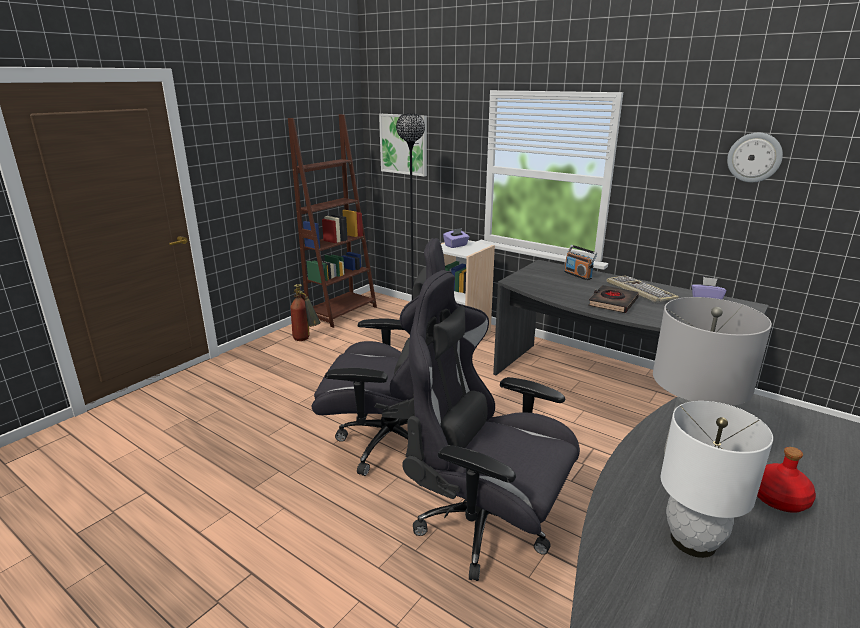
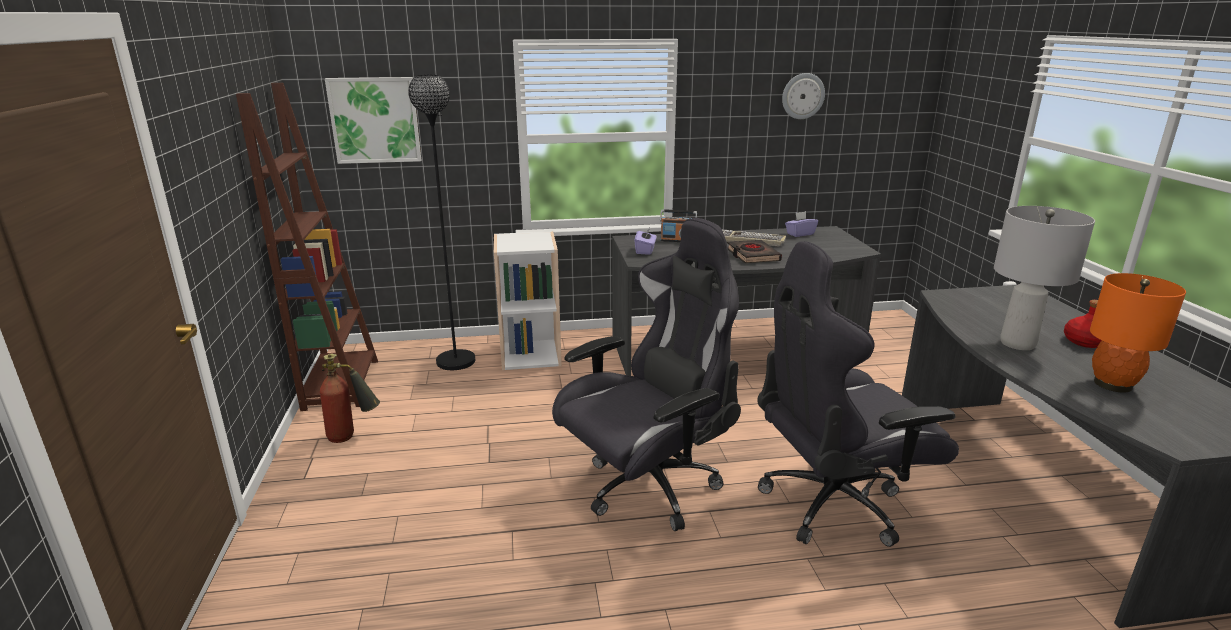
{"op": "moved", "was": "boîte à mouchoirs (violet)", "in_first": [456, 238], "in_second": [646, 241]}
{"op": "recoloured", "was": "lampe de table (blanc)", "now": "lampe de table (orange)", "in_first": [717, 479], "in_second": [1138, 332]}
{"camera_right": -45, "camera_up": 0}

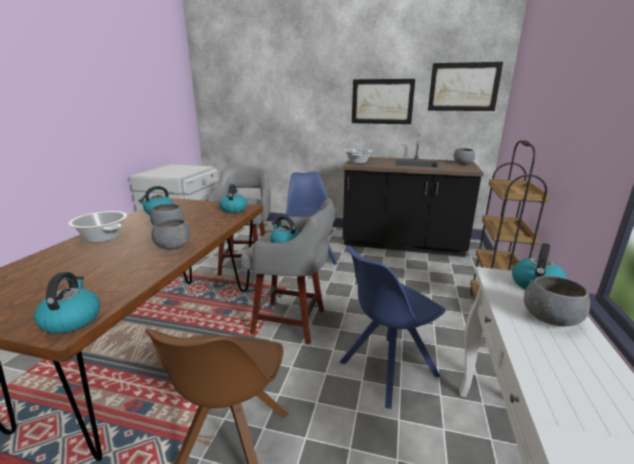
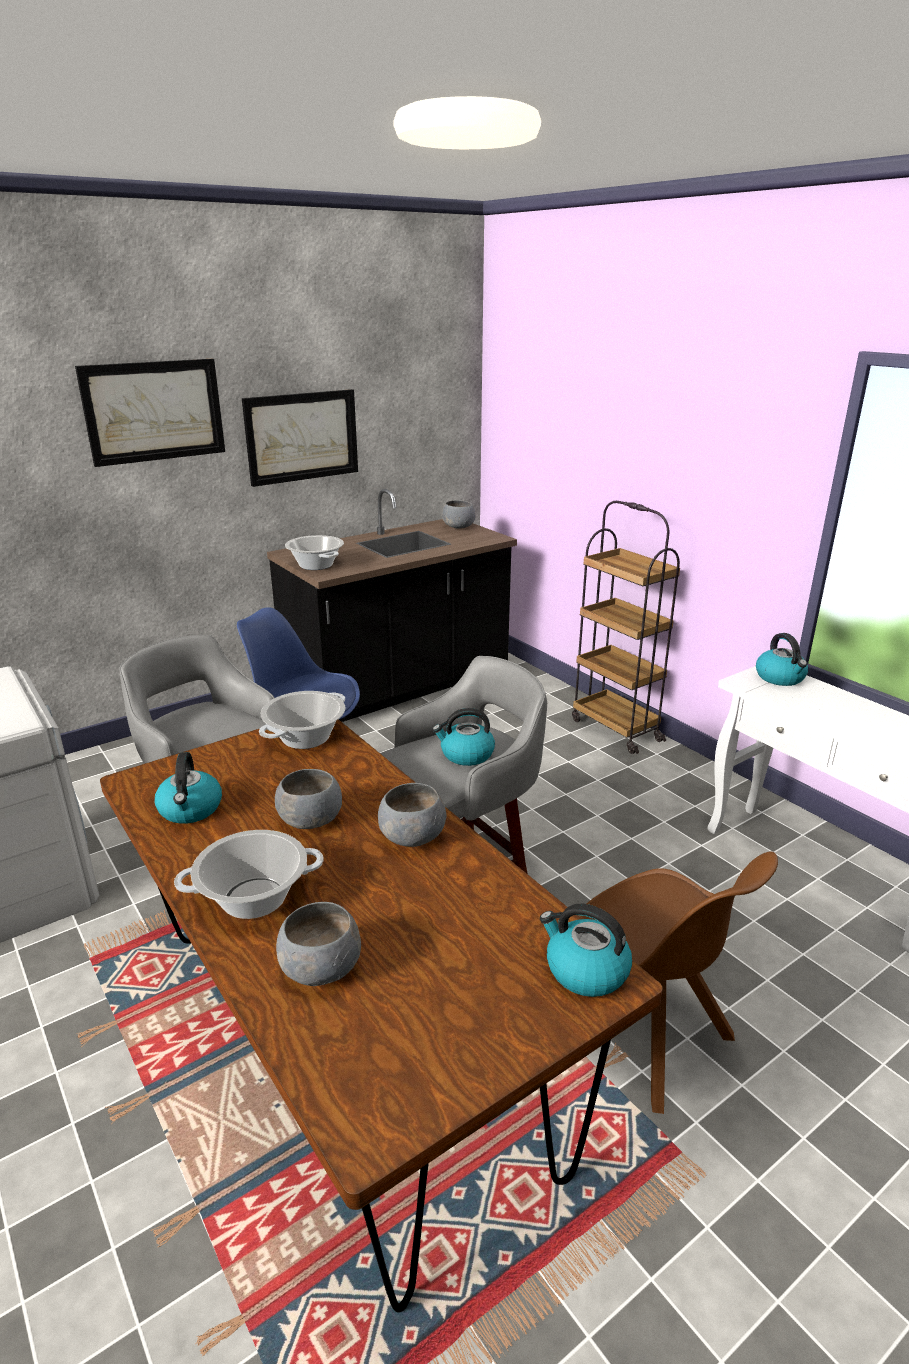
{"op": "moved", "was": "tableau", "in_first": [465, 86], "in_second": [150, 413]}
{"op": "replaced", "was": "bouilloire", "now": "marmite", "in_first": [233, 198], "in_second": [302, 720]}
{"op": "moved", "was": "bol (gris)", "in_first": [557, 301], "in_second": [318, 944]}
{"op": "removed", "was": "chaise (bleu)", "in_first": [393, 327]}
{"camera_right": -50, "camera_up": 5}

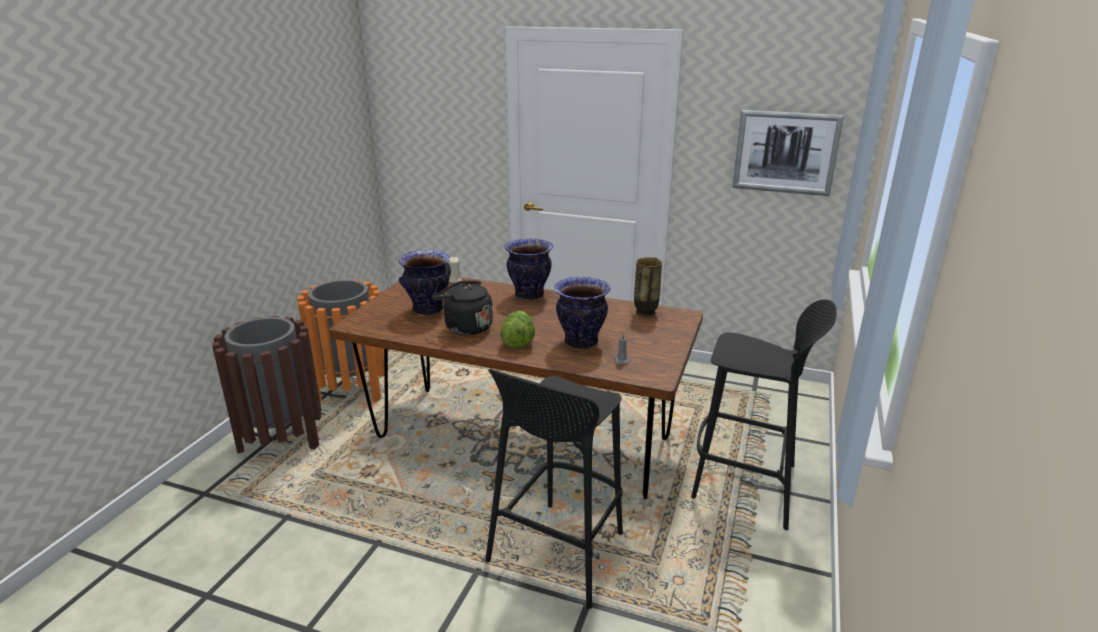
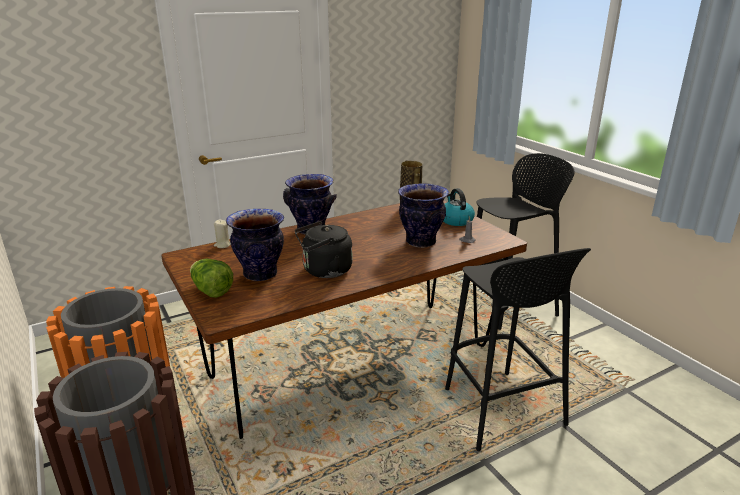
{"op": "moved", "was": "laitue", "in_first": [517, 330], "in_second": [211, 278]}
{"op": "added", "now": "bouilloire", "in_second": [459, 207]}
{"op": "removed", "was": "tableau", "in_first": [788, 153]}
{"camera_right": -50, "camera_up": 0}

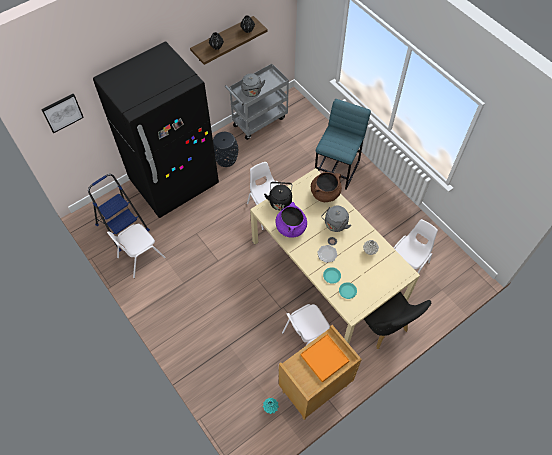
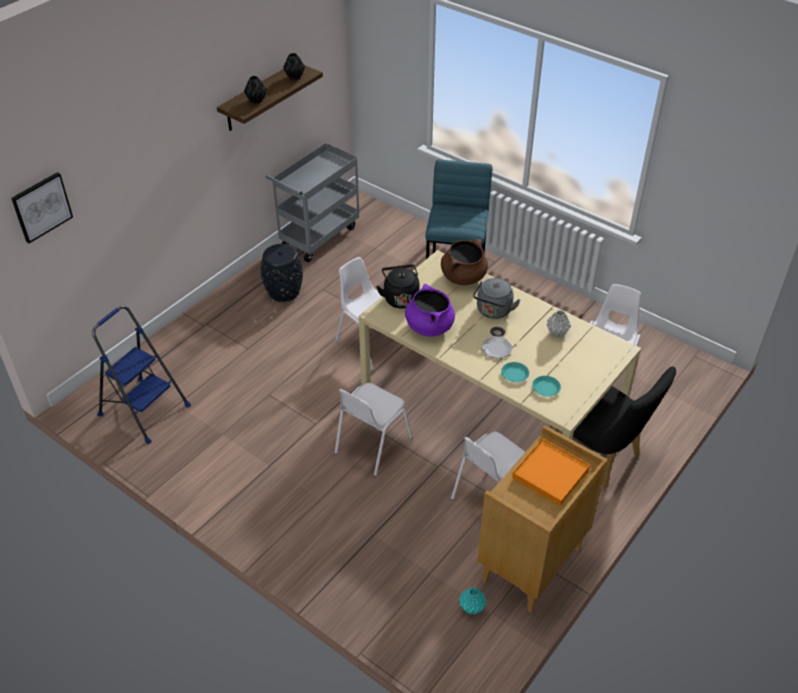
{"op": "moved", "was": "chaise (blanc)", "in_first": [136, 251], "in_second": [374, 429]}
{"op": "removed", "was": "réfrigérateur (noir)", "in_first": [156, 130]}
{"op": "removed", "was": "bouilloire (gris)", "in_first": [253, 85]}
{"camera_right": -15, "camera_up": -15}

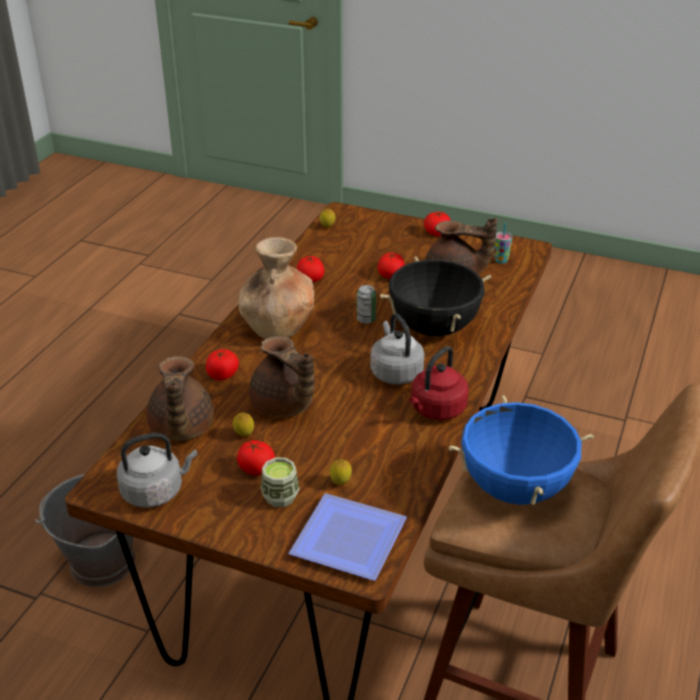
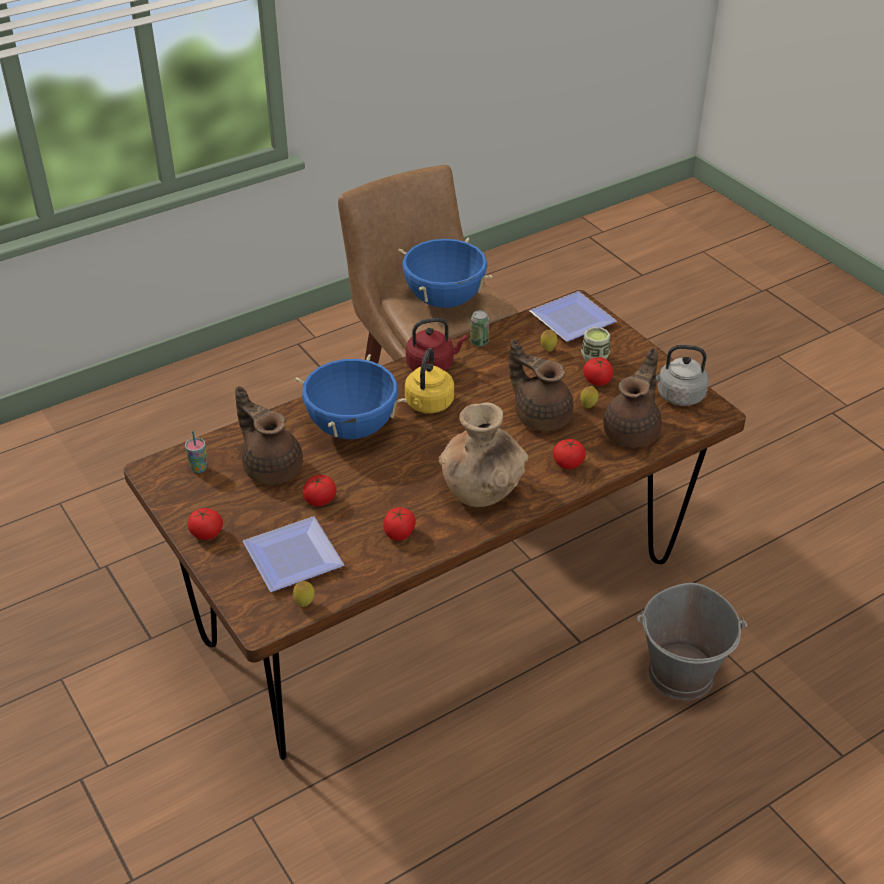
{"op": "added", "now": "assiette", "in_second": [293, 554]}
{"op": "recoloured", "was": "marmite (noir)", "now": "marmite (bleu)", "in_first": [436, 296], "in_second": [350, 396]}
{"op": "recoloured", "was": "bouilloire (gris)", "now": "bouilloire (jaune)", "in_first": [397, 349], "in_second": [429, 380]}
{"op": "moved", "was": "boîte métallique", "in_first": [366, 304], "in_second": [479, 328]}
{"op": "turned", "was": "théière (marron)", "in_first": [281, 376], "in_second": [541, 385], "clockwise": -45}
{"camera_right": -145, "camera_up": 5}

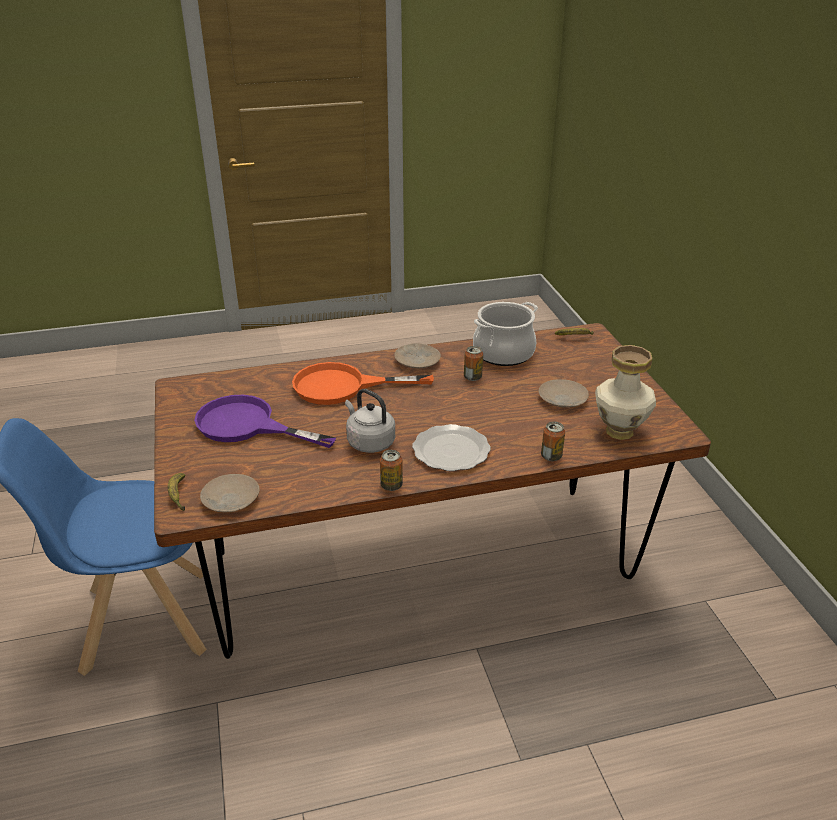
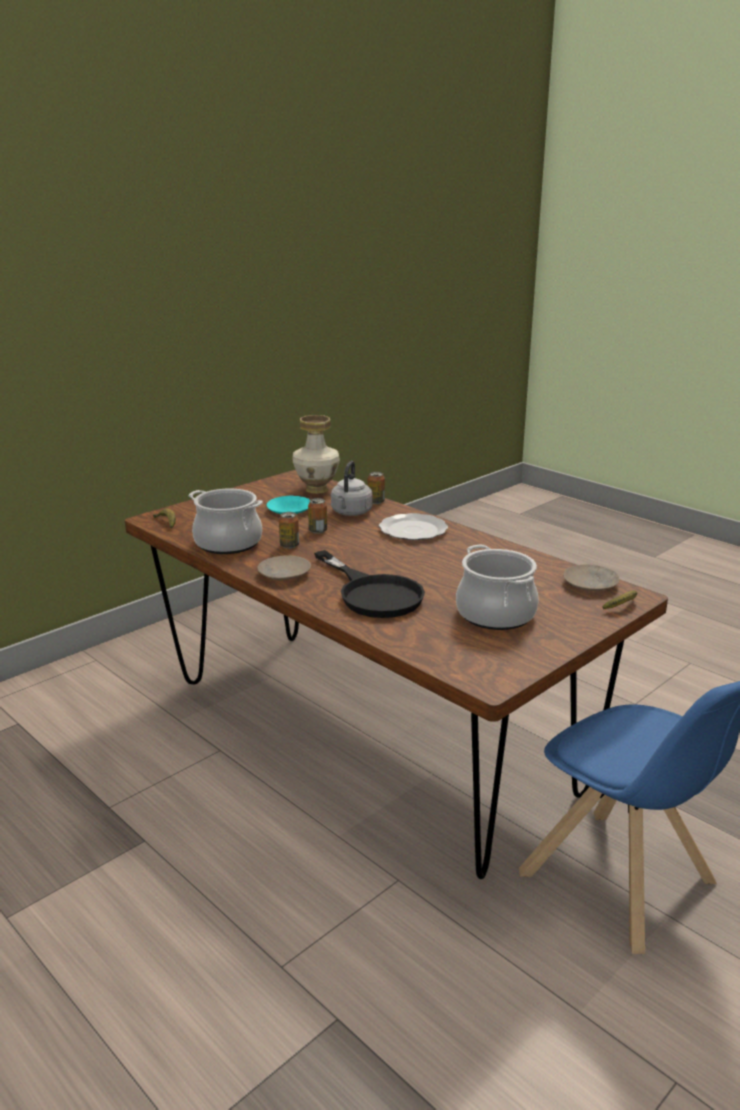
{"op": "recoloured", "was": "assiette (beige)", "now": "assiette (turquoise)", "in_first": [564, 393], "in_second": [288, 505]}
{"op": "moved", "was": "boîte métallique", "in_first": [391, 470], "in_second": [317, 516]}
{"op": "recoloured", "was": "poêle (orange)", "now": "poêle (noir)", "in_first": [363, 383], "in_second": [369, 584]}
{"op": "moved", "was": "bouilloire (gris)", "in_first": [370, 421], "in_second": [352, 488]}
{"op": "replaced", "was": "poêle (violet)", "now": "marmite", "in_first": [265, 421], "in_second": [497, 587]}
{"camera_right": -120, "camera_up": -10}

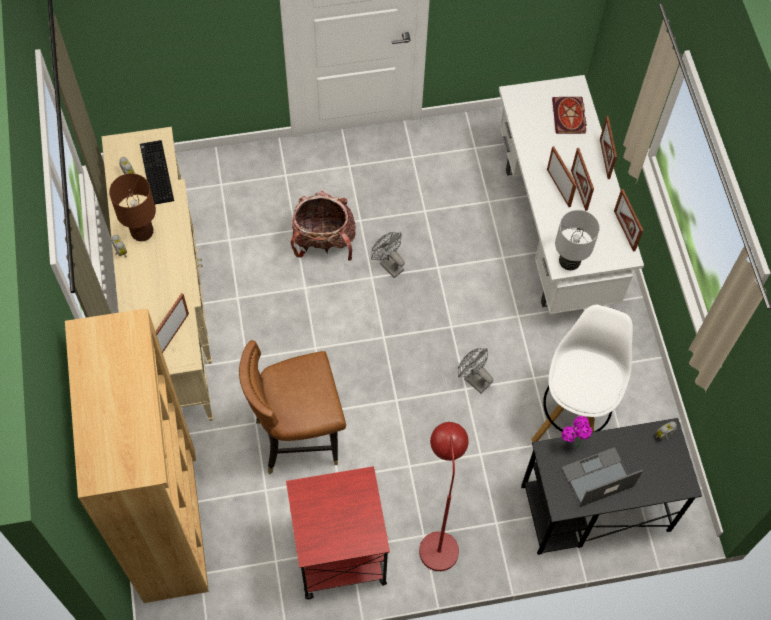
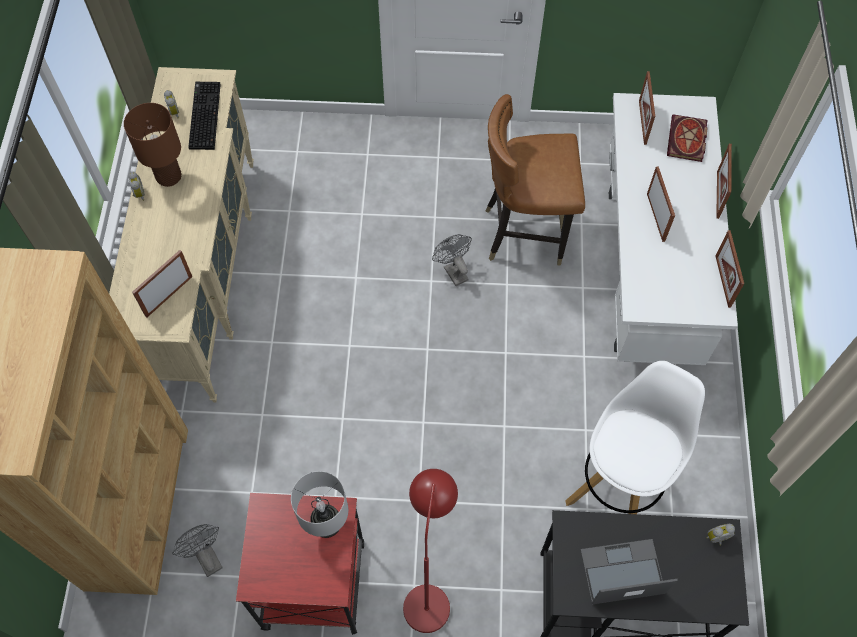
{"op": "moved", "was": "ventilateur (gris)", "in_first": [476, 371], "in_second": [197, 550]}
{"op": "moved", "was": "lampe de table (gris)", "in_first": [577, 240], "in_second": [319, 504]}
{"op": "moved", "was": "chaise (marron)", "in_first": [292, 407], "in_second": [535, 179]}
{"op": "moved", "was": "cadre photo", "in_first": [582, 179], "in_second": [647, 108]}
{"op": "removed", "was": "sac à dos", "in_first": [323, 225]}
{"op": "removed", "was": "plante en pot", "in_first": [577, 432]}
{"camera_right": 15, "camera_up": 0}

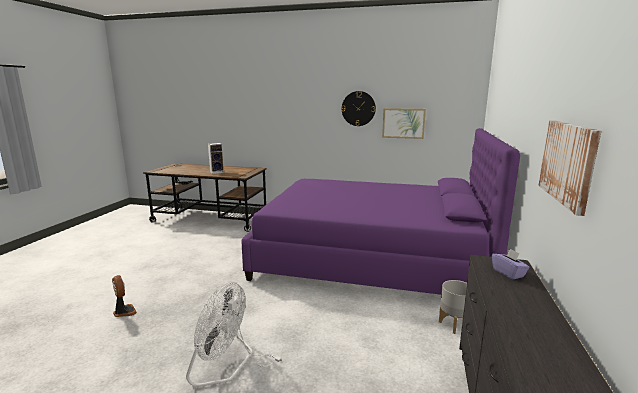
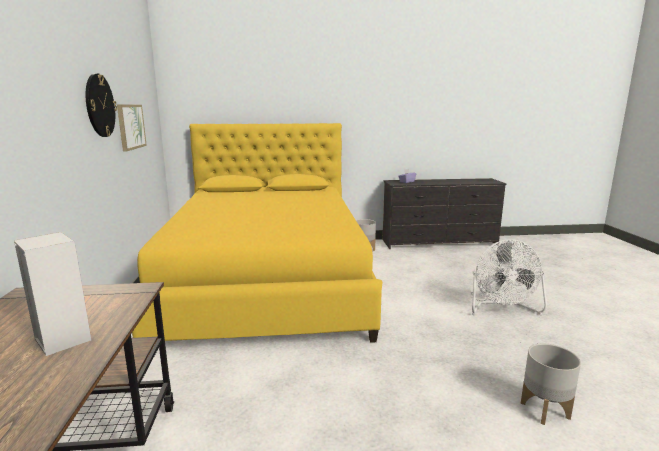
{"op": "recoloured", "was": "lit (violet)", "now": "lit (jaune)", "in_first": [381, 211], "in_second": [257, 233]}
{"op": "replaced", "was": "ventilateur", "now": "cache-pot (gris)", "in_first": [124, 296], "in_second": [551, 384]}
{"op": "removed", "was": "tableau", "in_first": [569, 168]}
{"camera_right": -110, "camera_up": 0}

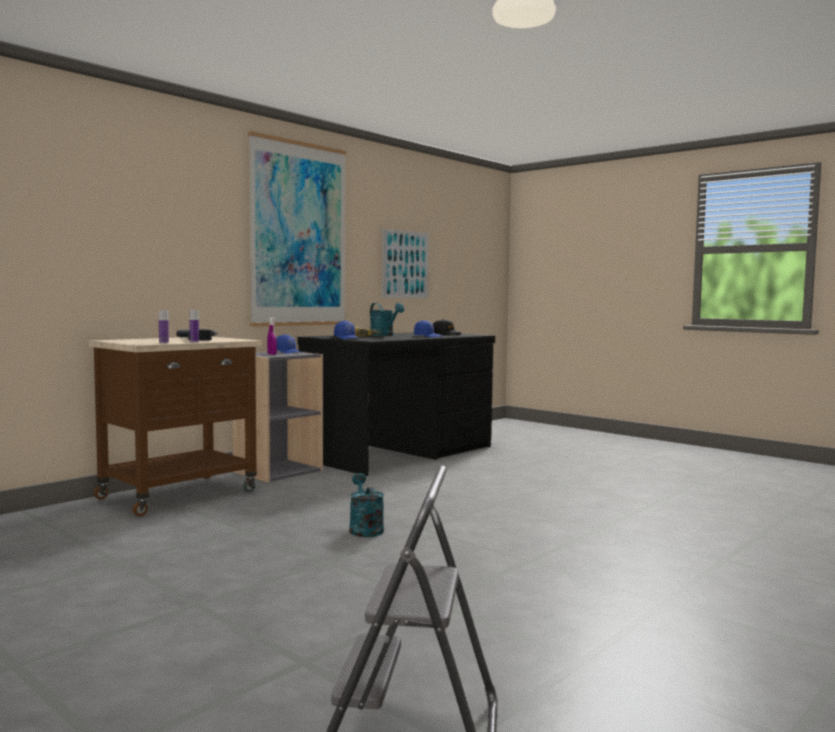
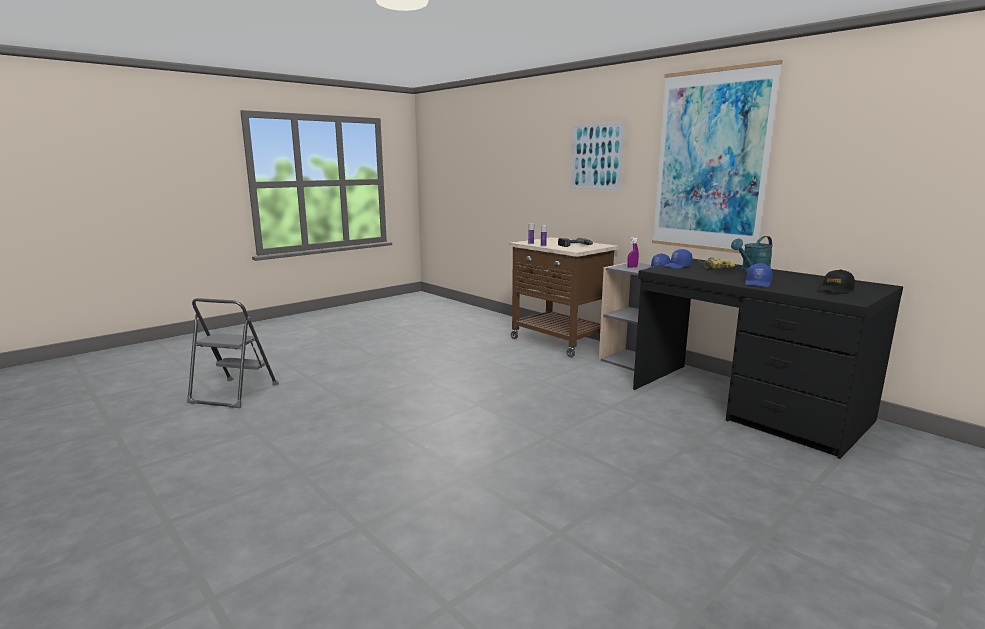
{"op": "moved", "was": "tableau", "in_first": [405, 263], "in_second": [597, 156]}
{"op": "removed", "was": "arrosoir (turquoise)", "in_first": [366, 505]}
{"camera_right": 95, "camera_up": 10}

